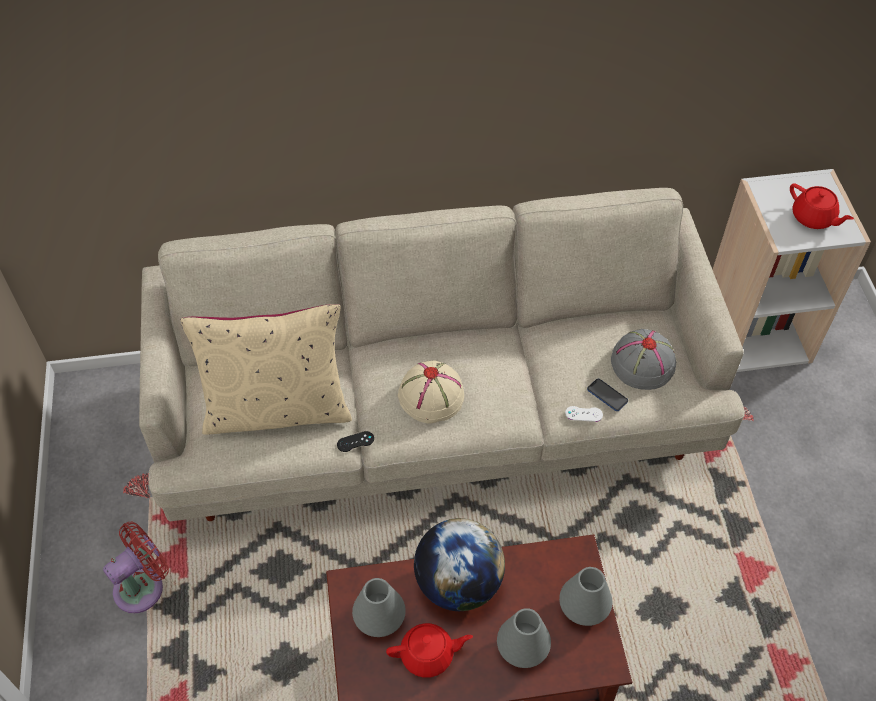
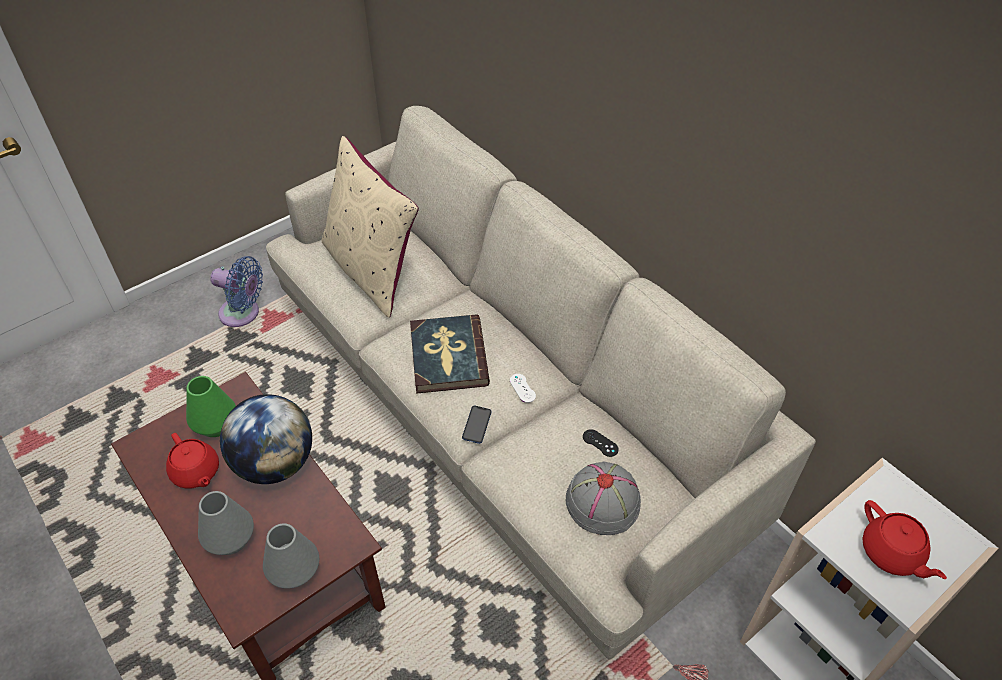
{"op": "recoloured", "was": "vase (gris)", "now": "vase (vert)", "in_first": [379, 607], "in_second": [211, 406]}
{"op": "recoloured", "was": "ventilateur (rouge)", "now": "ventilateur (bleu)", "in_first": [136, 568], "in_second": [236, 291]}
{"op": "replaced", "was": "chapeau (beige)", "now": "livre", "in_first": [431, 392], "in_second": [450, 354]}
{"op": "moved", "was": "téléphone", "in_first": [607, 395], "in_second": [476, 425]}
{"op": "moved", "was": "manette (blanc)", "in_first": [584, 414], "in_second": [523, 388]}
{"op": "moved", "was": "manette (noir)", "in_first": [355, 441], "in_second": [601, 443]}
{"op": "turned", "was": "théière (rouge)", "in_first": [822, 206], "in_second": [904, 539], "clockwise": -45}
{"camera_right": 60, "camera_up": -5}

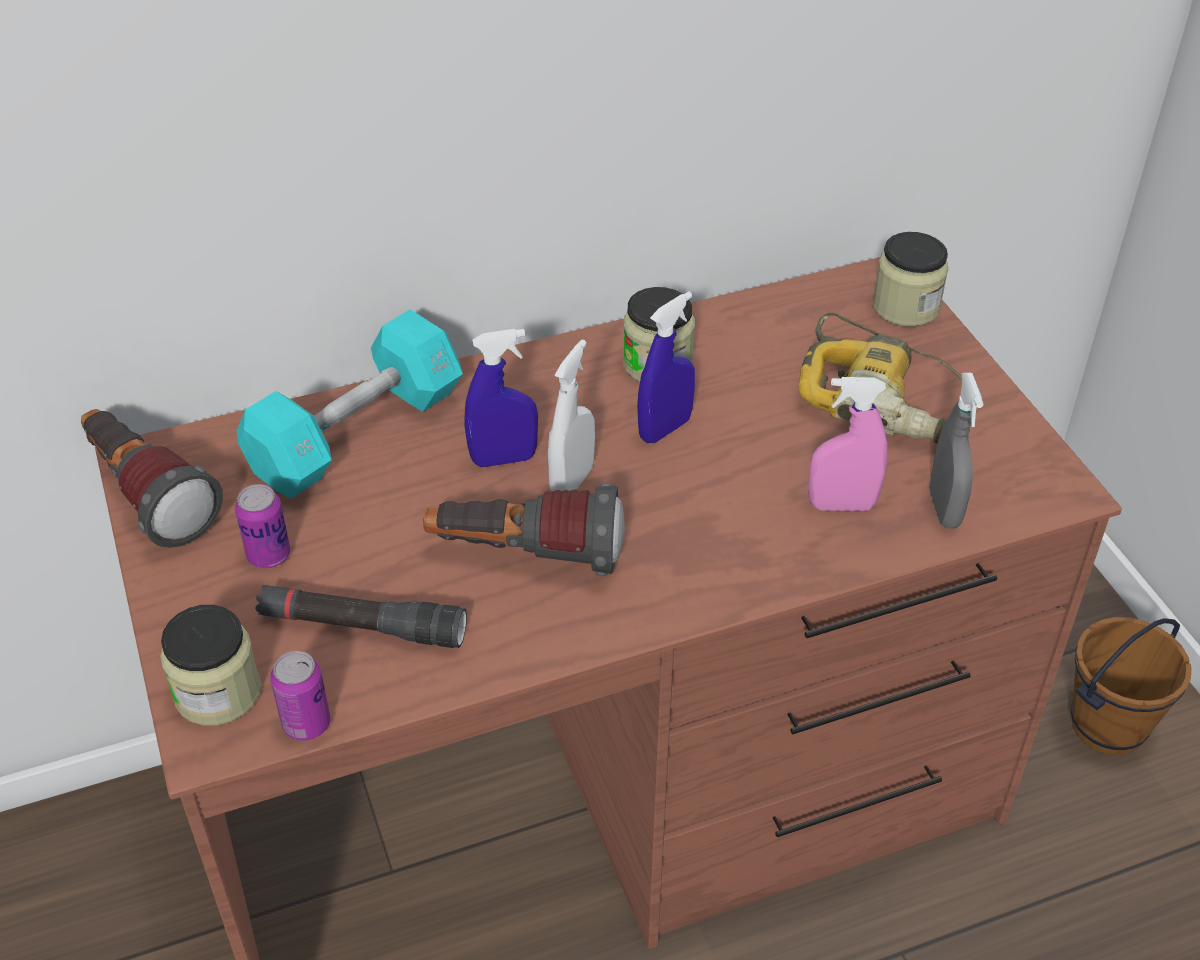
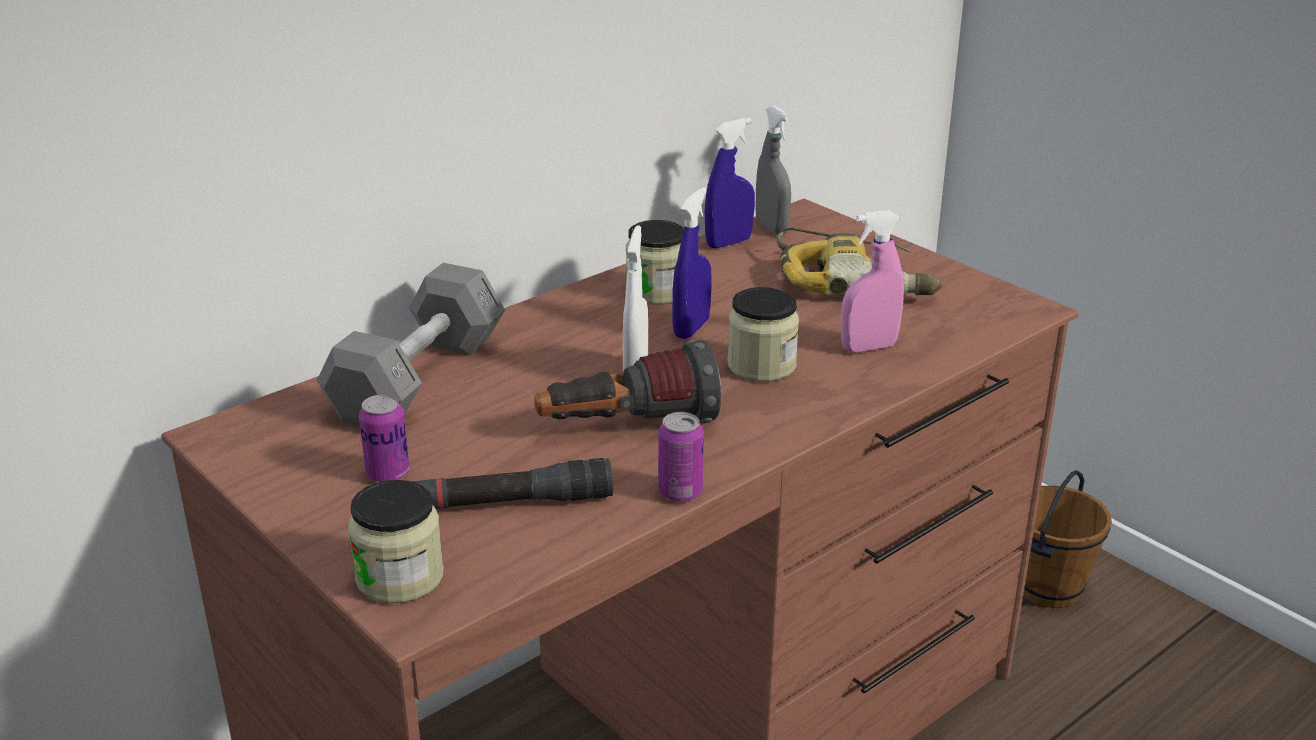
{"op": "recoloured", "was": "haltère (turquoise)", "now": "haltère (gris)", "in_first": [350, 404], "in_second": [411, 344]}
{"op": "moved", "was": "boîte métallique", "in_first": [300, 696], "in_second": [681, 457]}
{"op": "moved", "was": "vaporisateur (bleu)", "in_first": [501, 398], "in_second": [730, 183]}
{"op": "moved", "was": "bocal", "in_first": [911, 279], "in_second": [763, 334]}
{"op": "moved", "was": "vaporisateur (gris)", "in_first": [956, 451], "in_second": [773, 170]}
{"op": "removed", "was": "lampe de poche", "in_first": [152, 478]}
{"camera_right": -20, "camera_up": -15}

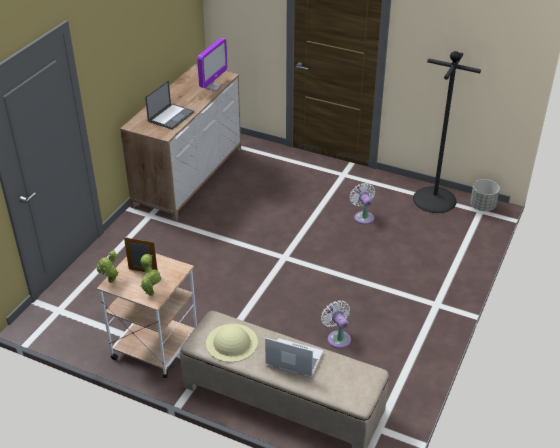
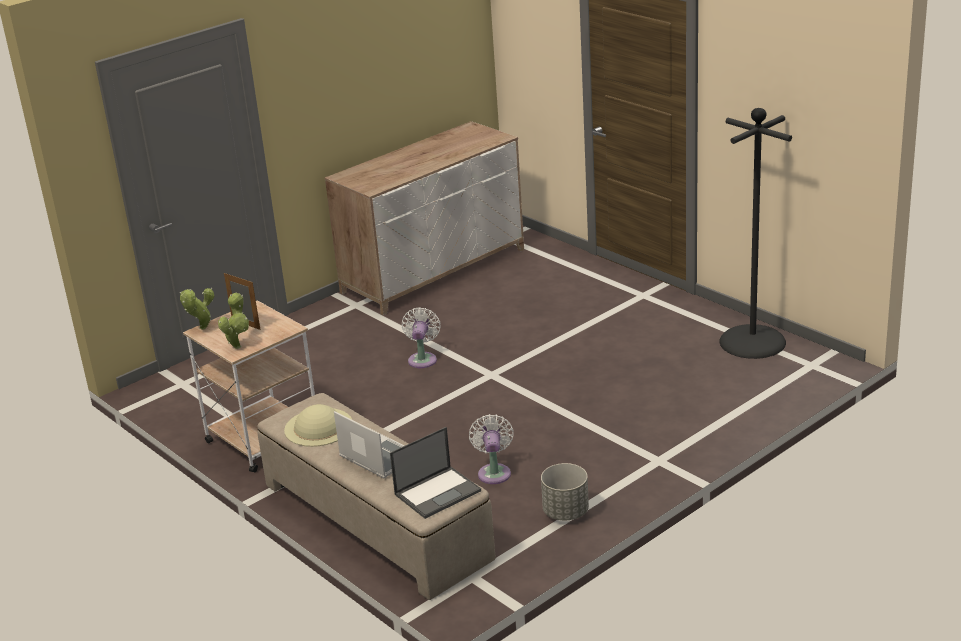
{"op": "moved", "was": "ordinateur portable", "in_first": [169, 104], "in_second": [435, 473]}
{"op": "moved", "was": "ventilateur (blanc)", "in_first": [362, 204], "in_second": [421, 337]}
{"op": "moved", "was": "cache-pot (gris)", "in_first": [485, 195], "in_second": [565, 491]}
{"op": "removed", "was": "écran d'ordinateur", "in_first": [212, 64]}
{"camera_right": 25, "camera_up": -10}

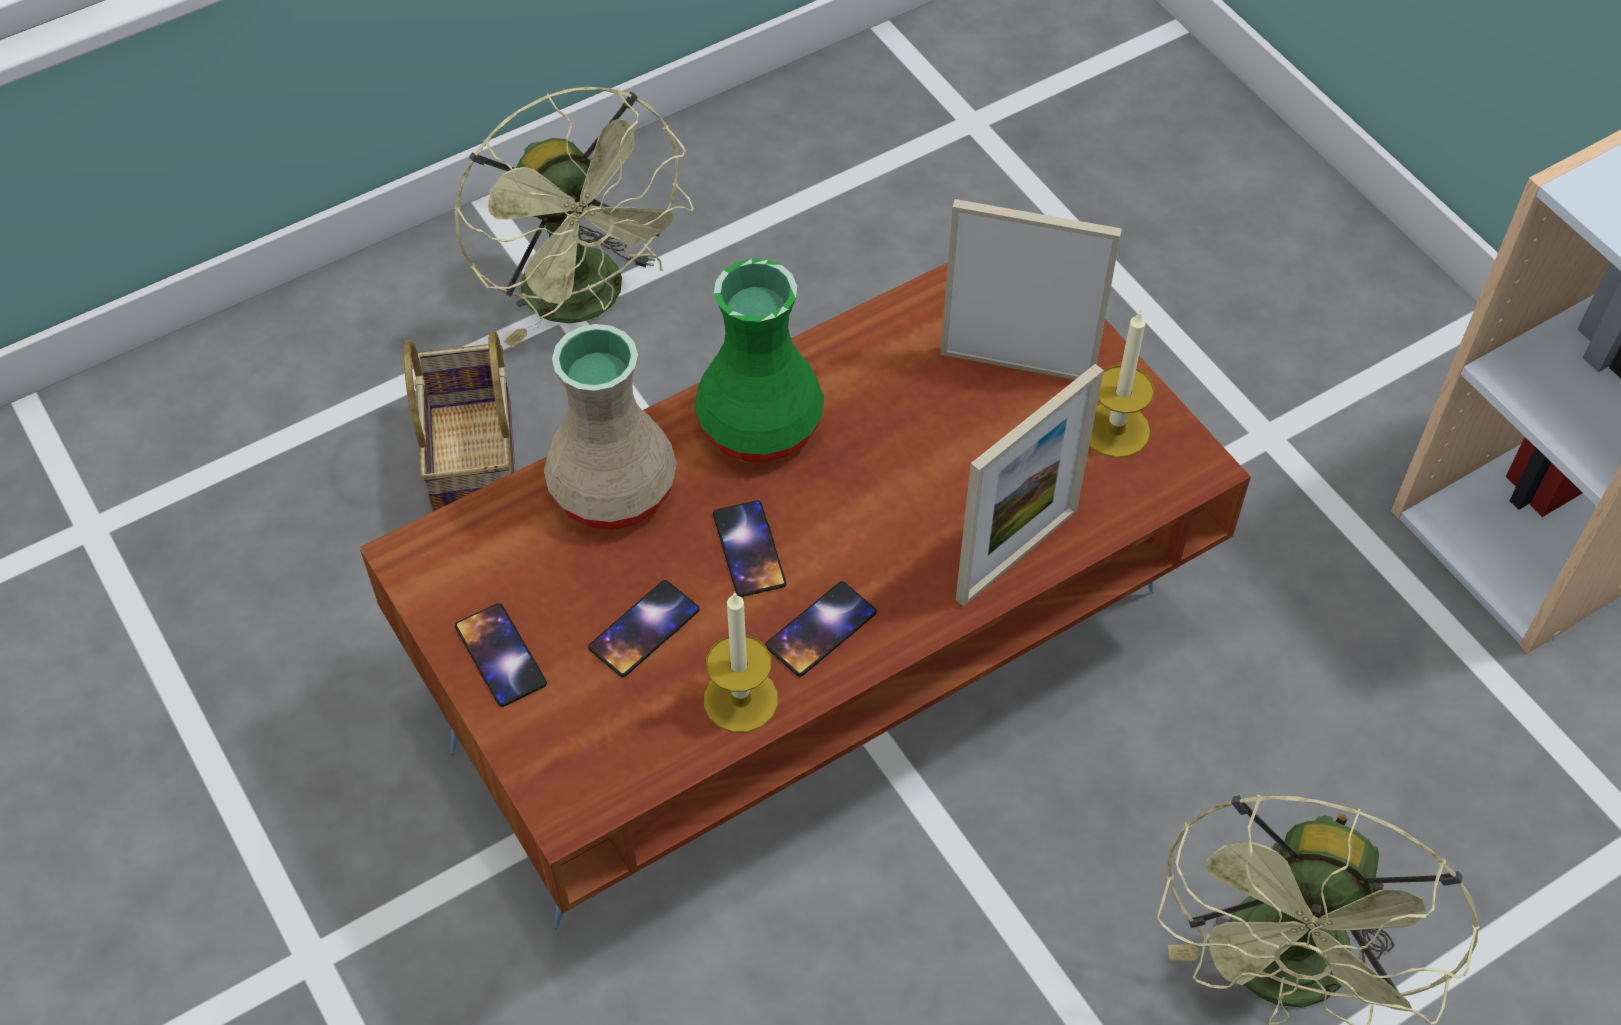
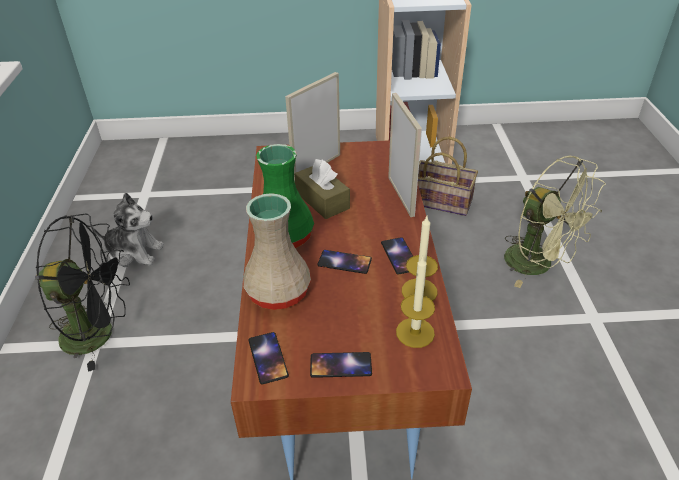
{"op": "recoloured", "was": "ventilateur (vert)", "now": "ventilateur (noir)", "in_first": [574, 217], "in_second": [82, 293]}
{"op": "added", "now": "peluche", "in_second": [128, 230]}
{"op": "moved", "was": "téléphone", "in_first": [644, 628], "in_second": [268, 358]}
{"op": "added", "now": "boîte à mouchoirs (marron)", "in_second": [322, 189]}
{"op": "moved", "was": "bougie", "in_first": [1121, 384], "in_second": [415, 302]}
{"op": "moved", "was": "panier", "in_first": [459, 421], "in_second": [448, 176]}
{"camera_right": -60, "camera_up": -15}

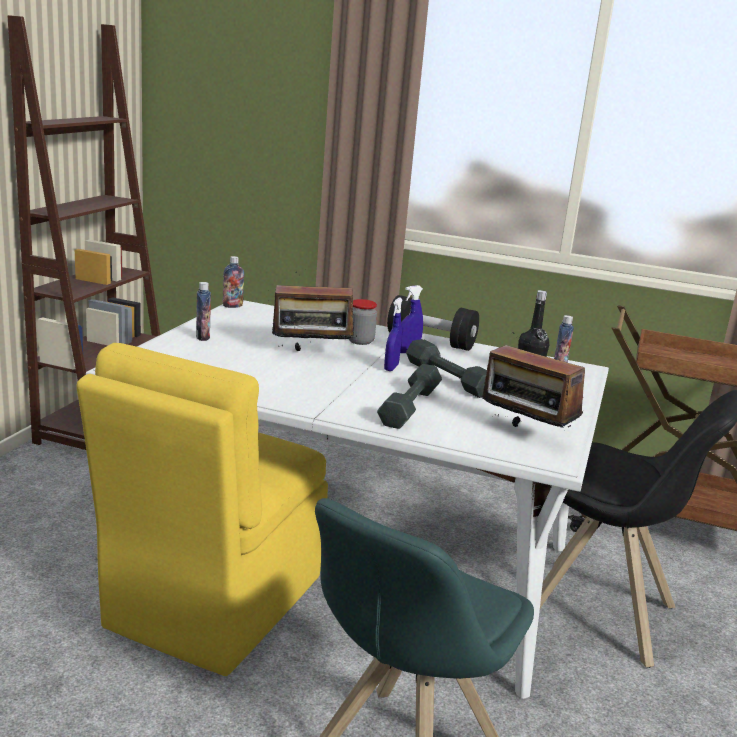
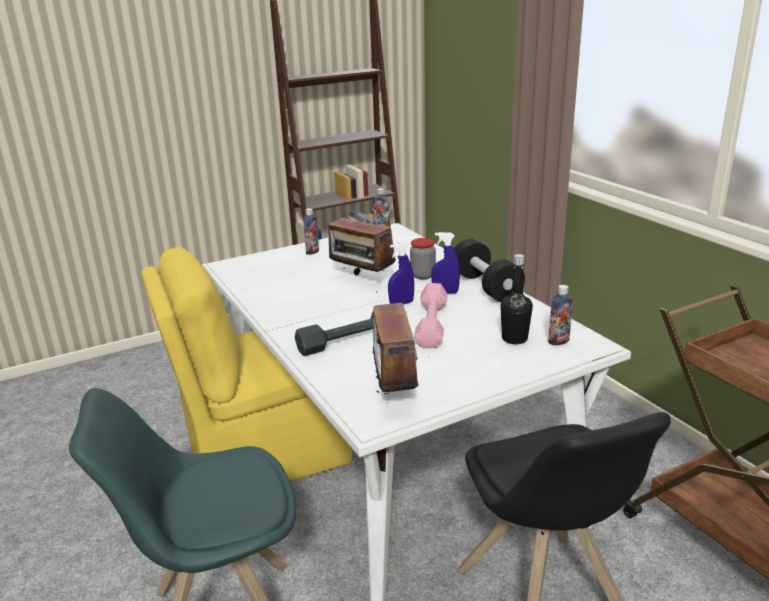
{"op": "recoloured", "was": "haltère (gris)", "now": "haltère (rose)", "in_first": [446, 368], "in_second": [430, 315]}
{"camera_right": 45, "camera_up": 5}

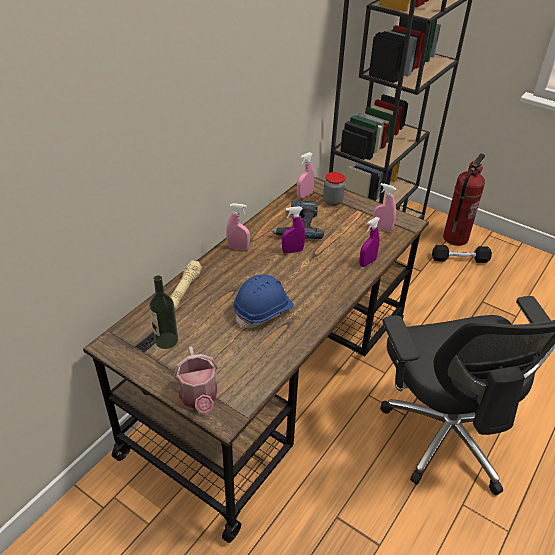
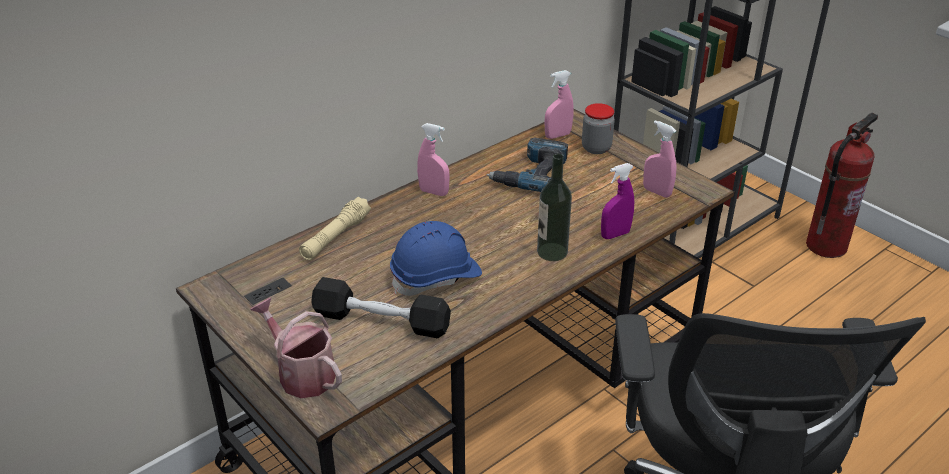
{"op": "turned", "was": "arrosoir", "in_first": [196, 380], "in_second": [296, 348], "clockwise": 135}
{"op": "moved", "was": "haltère (noir)", "in_first": [462, 254], "in_second": [381, 307]}
{"op": "moved", "was": "bouteille", "in_first": [163, 312], "in_second": [554, 207]}
{"op": "removed", "was": "vaporisateur (violet)", "in_first": [293, 230]}
{"camera_right": 15, "camera_up": -5}

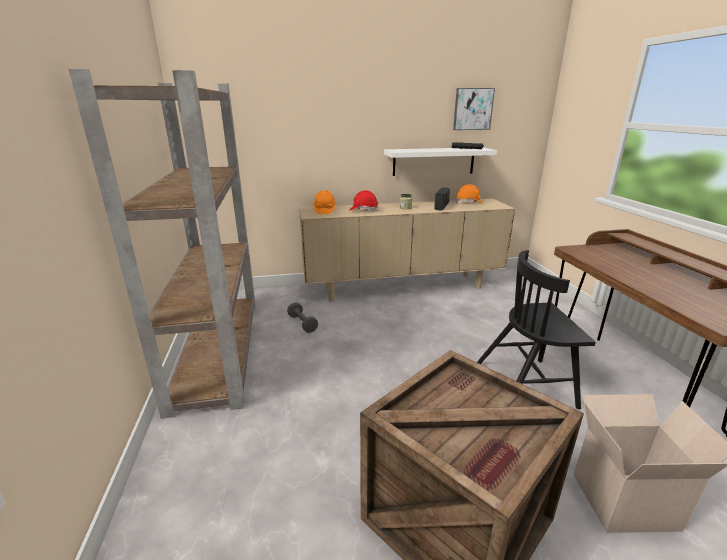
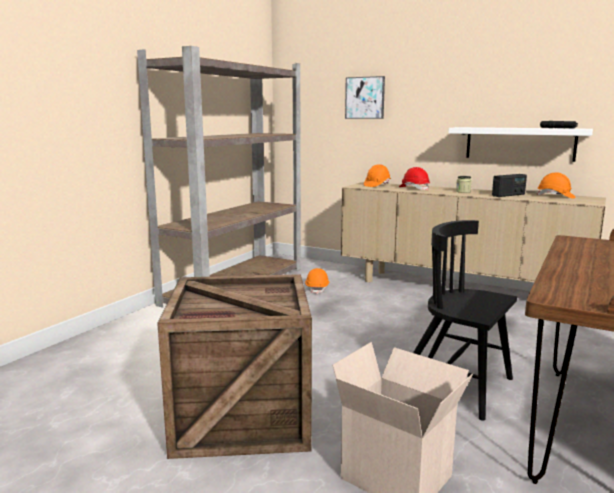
{"op": "replaced", "was": "haltère (gris)", "now": "casque de chantier (orange)", "in_first": [302, 317], "in_second": [317, 281]}
{"op": "moved", "was": "tableau", "in_first": [474, 109], "in_second": [365, 97]}
{"camera_right": 40, "camera_up": -10}

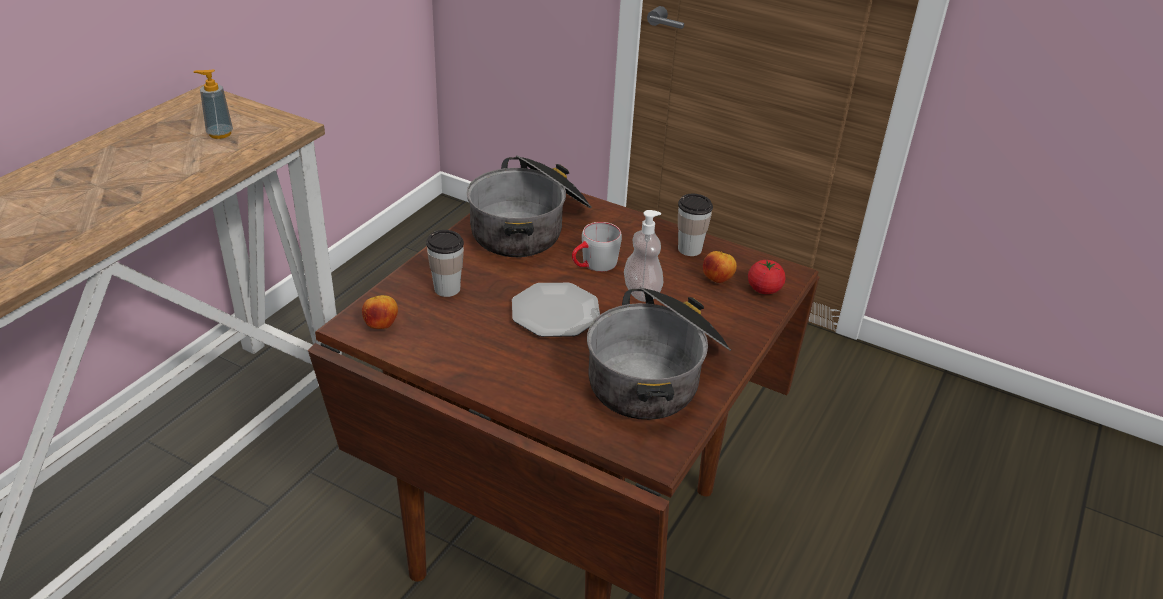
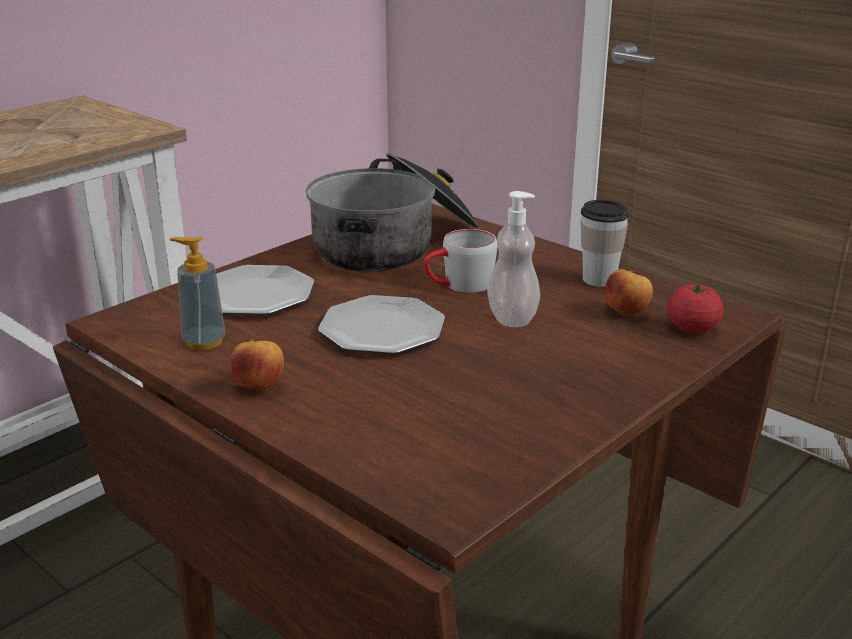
{"op": "moved", "was": "distributeur de savon", "in_first": [213, 104], "in_second": [197, 293]}
{"op": "replaced", "was": "tasse", "now": "assiette", "in_first": [445, 263], "in_second": [265, 290]}
{"op": "moved", "was": "pomme", "in_first": [380, 312], "in_second": [257, 364]}
{"op": "removed", "was": "marmite", "in_first": [659, 353]}
{"camera_right": 15, "camera_up": -10}

